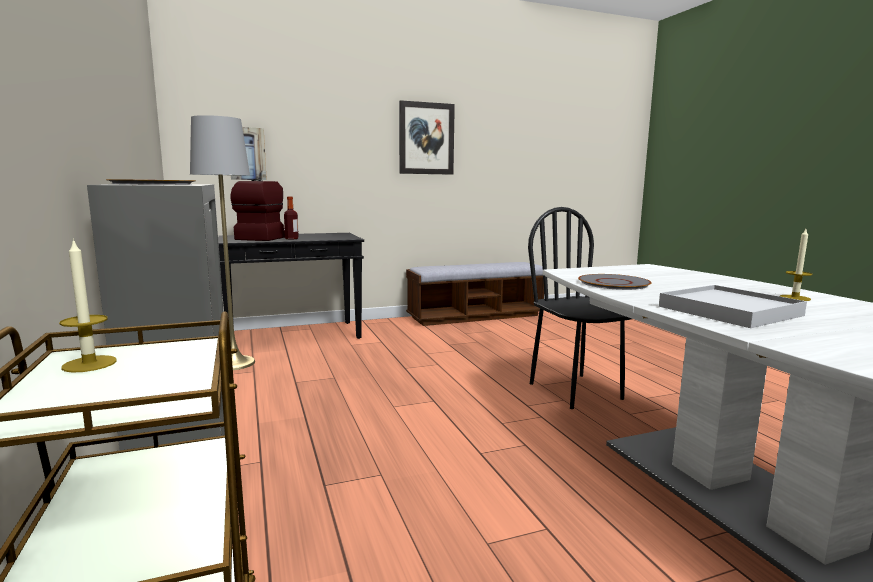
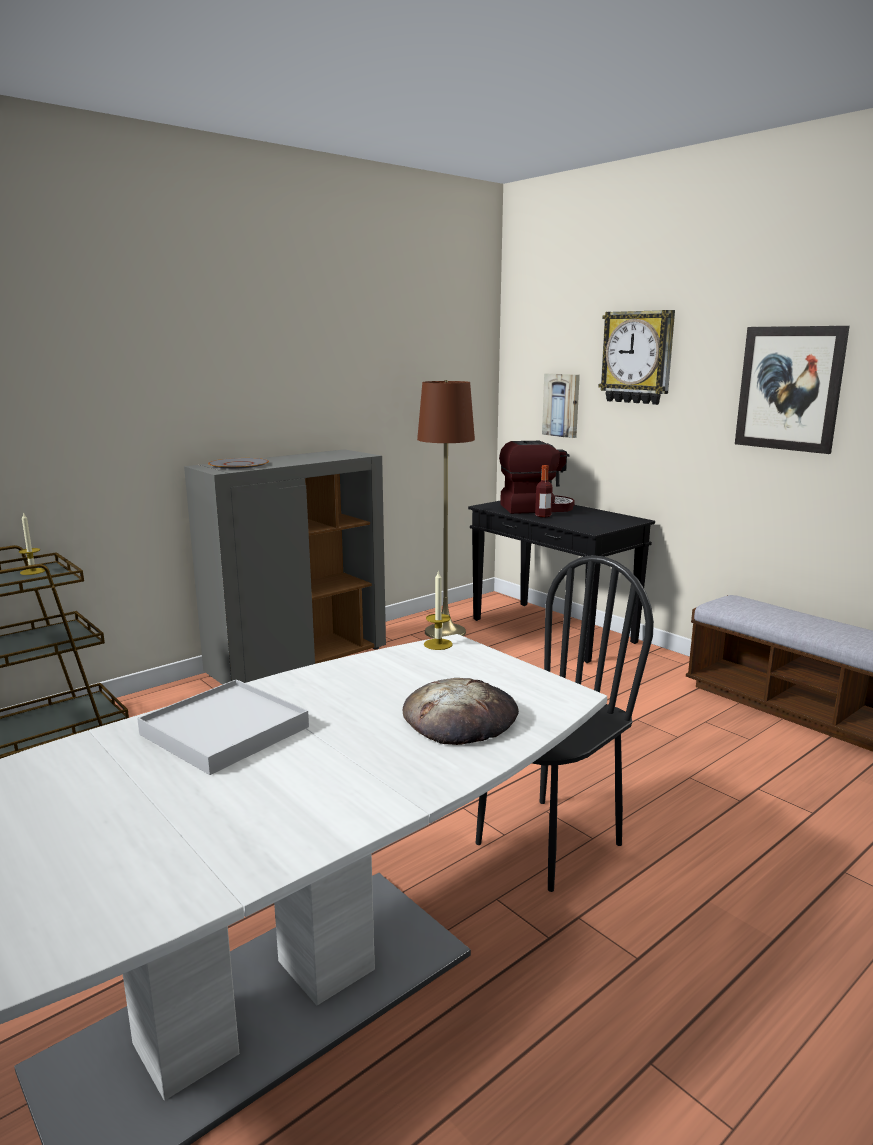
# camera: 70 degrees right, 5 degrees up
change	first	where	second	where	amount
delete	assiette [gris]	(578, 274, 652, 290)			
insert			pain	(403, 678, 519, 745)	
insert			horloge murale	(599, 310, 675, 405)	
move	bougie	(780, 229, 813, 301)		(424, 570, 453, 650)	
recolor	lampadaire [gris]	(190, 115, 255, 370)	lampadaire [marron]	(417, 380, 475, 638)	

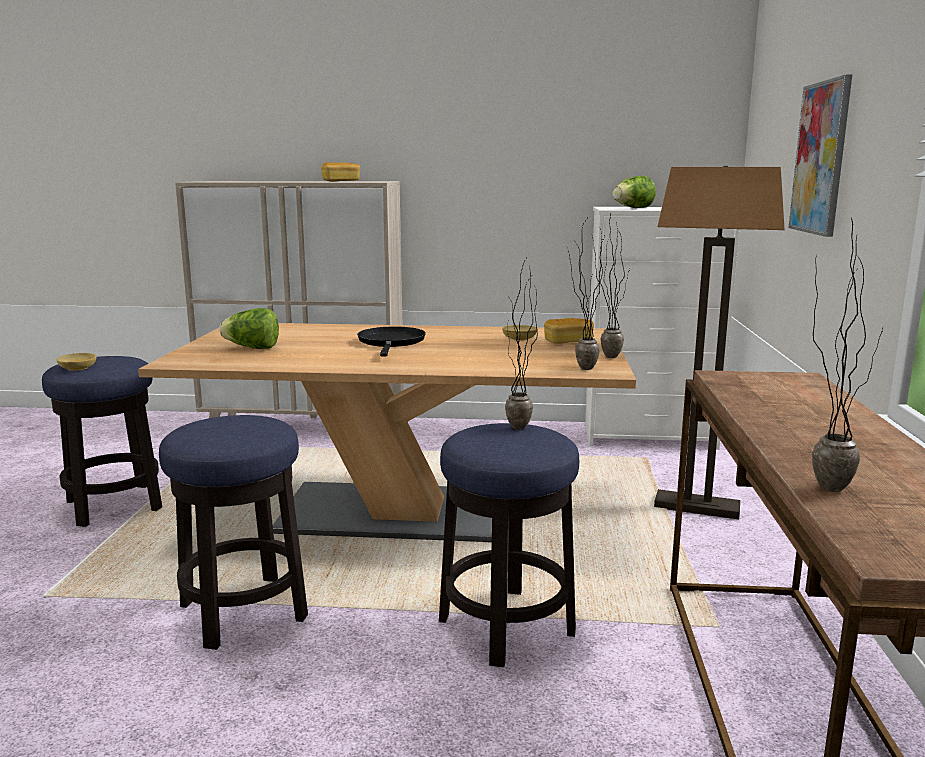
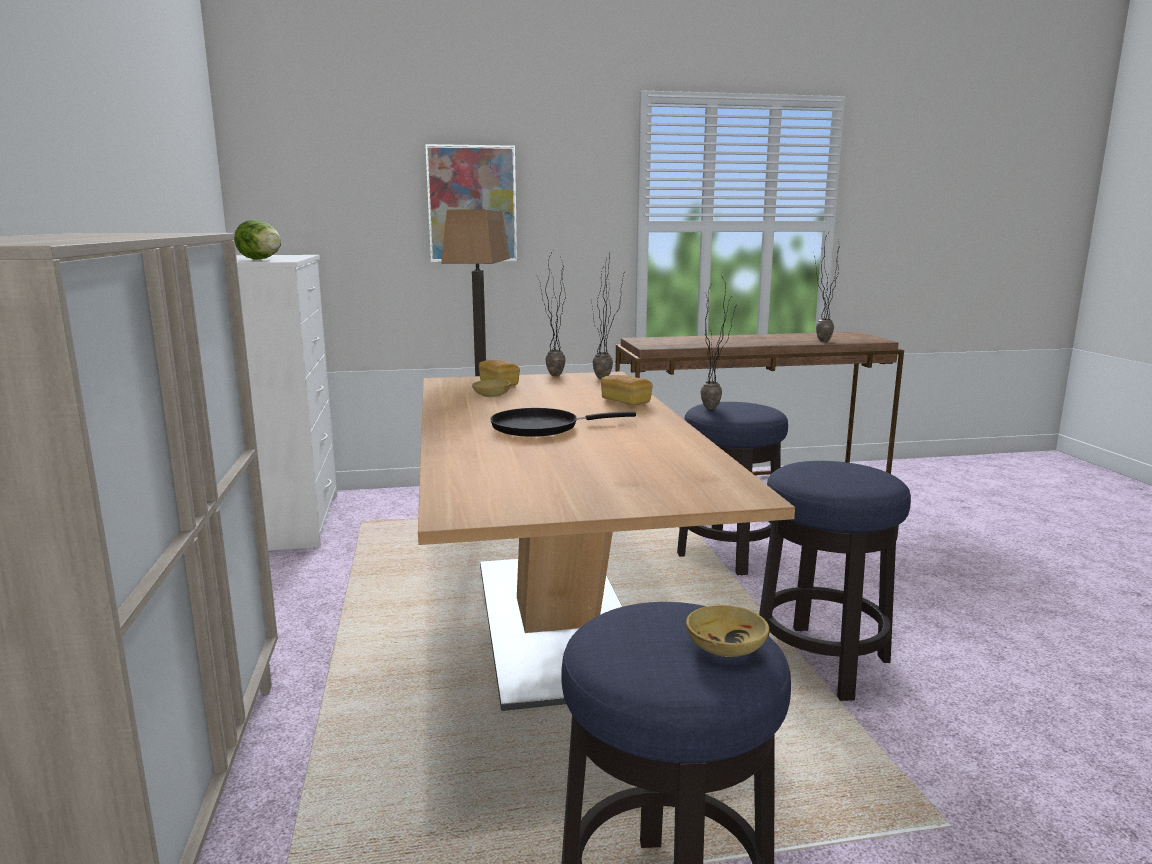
# camera: 105 degrees left, 0 degrees up
change	first	where	second	where	amount
delete	laitue	(219, 308, 279, 349)			
move	pain	(321, 162, 360, 182)		(601, 375, 653, 405)	

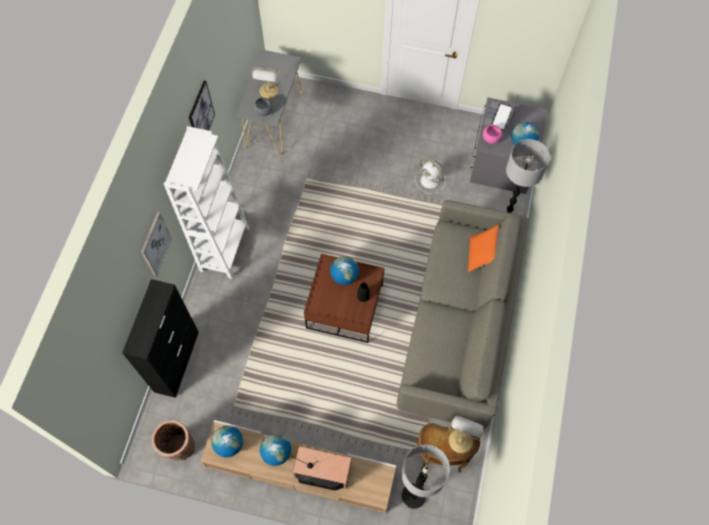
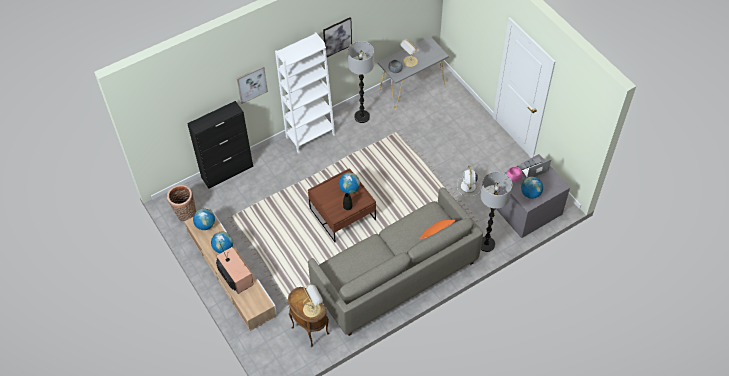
# camera: 45 degrees right, 10 degrees down
change	first	where	second	where	amount
move	lampadaire	(402, 445, 450, 509)		(348, 41, 374, 123)	

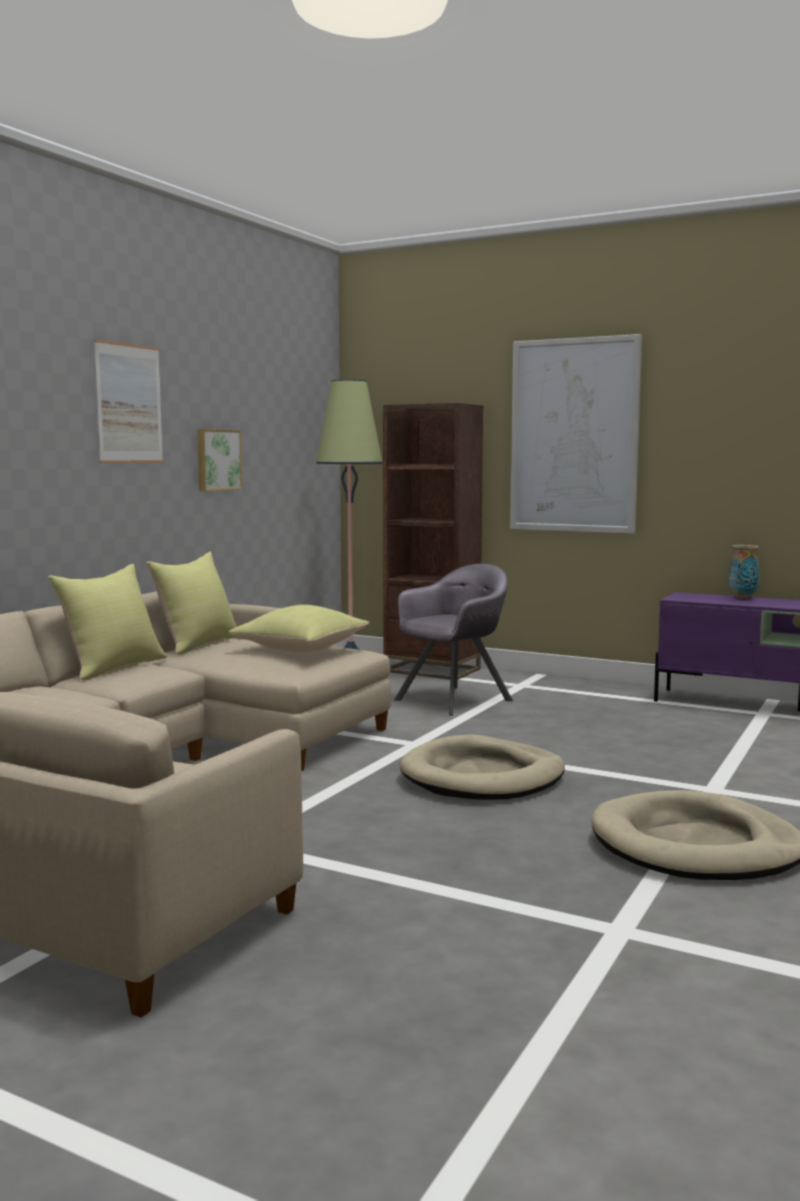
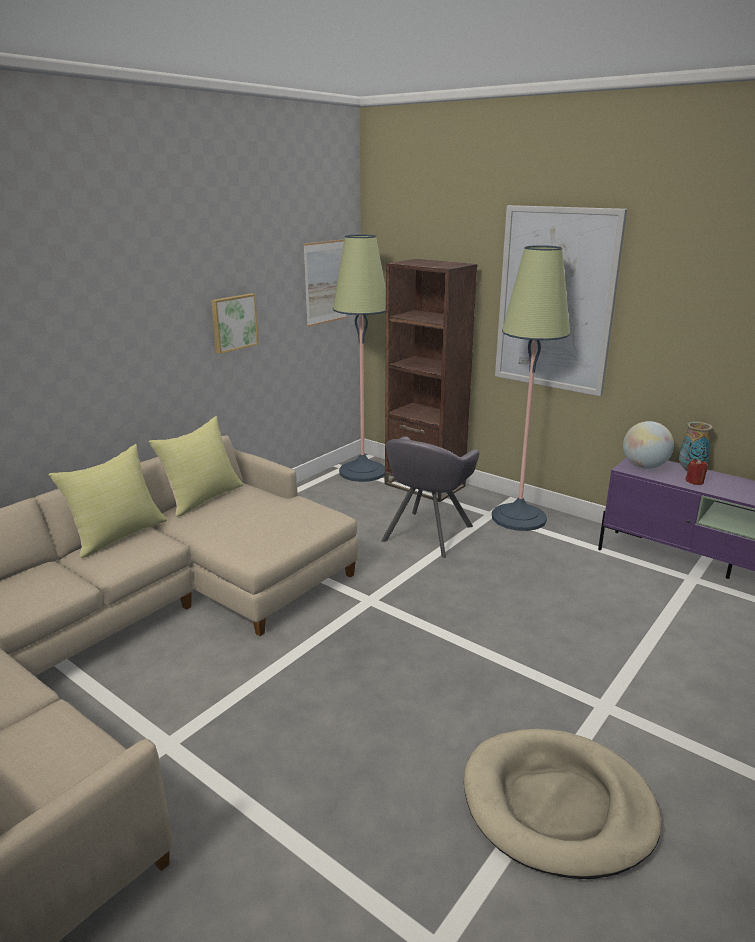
# camera: 10 degrees right, 15 degrees up
change	first	where	second	where	amount
delete	coussin [jaune]	(229, 605, 369, 652)			
delete	panier pour chien [beige]	(399, 735, 565, 800)			
insert			lampadaire	(492, 245, 570, 531)	
insert			globe	(623, 421, 674, 469)	
insert			bougie [rouge]	(686, 459, 708, 485)	
move	tableau	(94, 339, 163, 463)		(303, 239, 347, 327)	
rotate	fauteuil [gris]	(394, 564, 513, 716)		(381, 436, 479, 558)	150 degrees clockwise

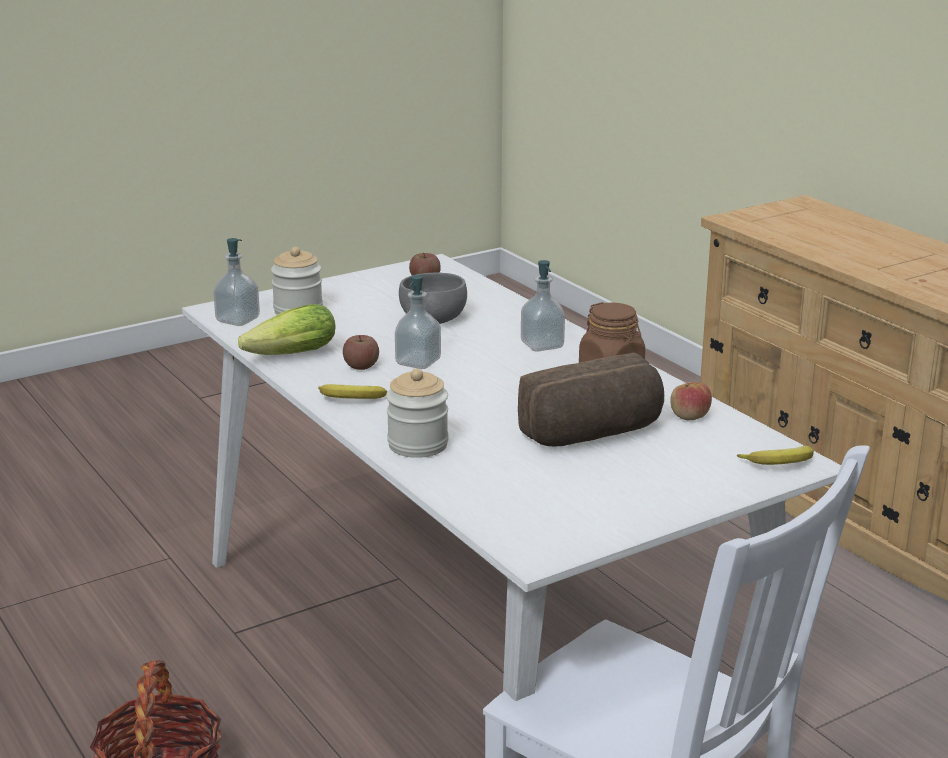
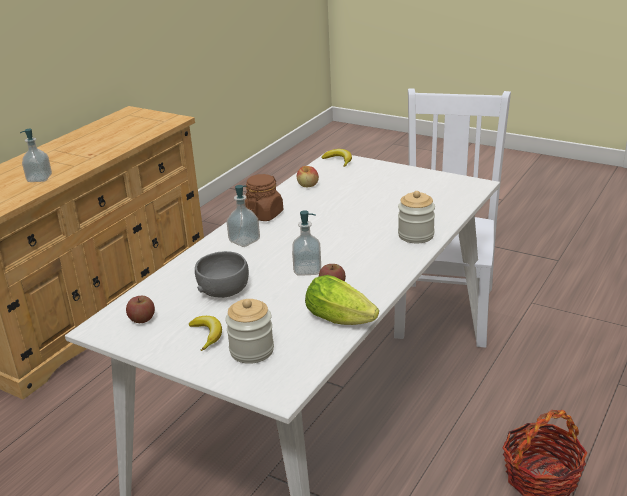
# camera: 115 degrees left, 5 degrees up
change	first	where	second	where	amount
delete	pain	(518, 353, 664, 447)			
move	distributeur de savon	(213, 238, 260, 326)		(20, 129, 52, 182)	
move	banane	(318, 384, 387, 399)		(188, 316, 222, 351)	

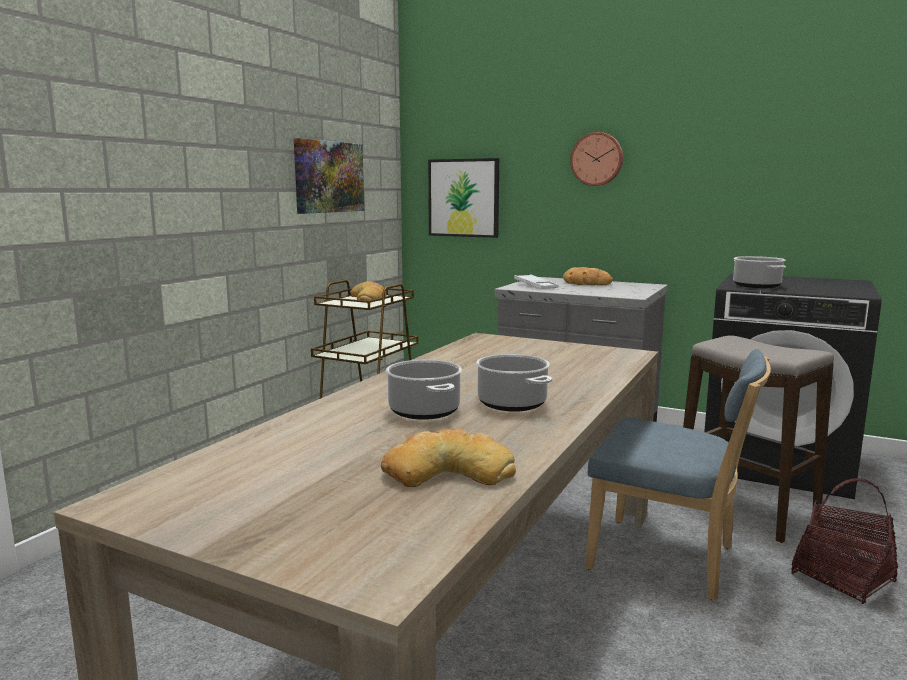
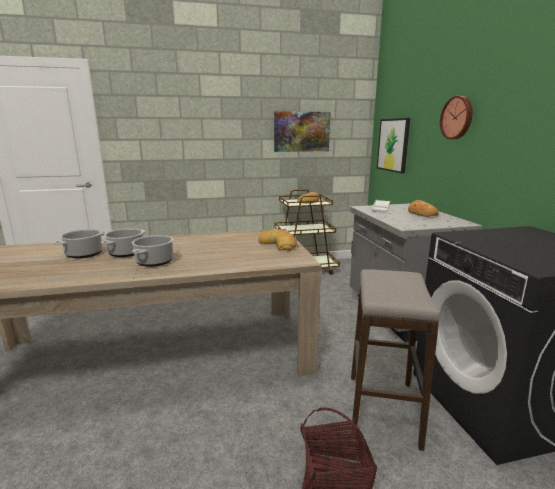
# camera: 50 degrees right, 5 degrees up
change	first	where	second	where	amount
delete	chaise [bleu]	(585, 349, 771, 601)			
move	pain	(381, 429, 516, 487)		(258, 229, 297, 251)	
move	marmite	(733, 256, 786, 288)		(53, 229, 107, 258)	

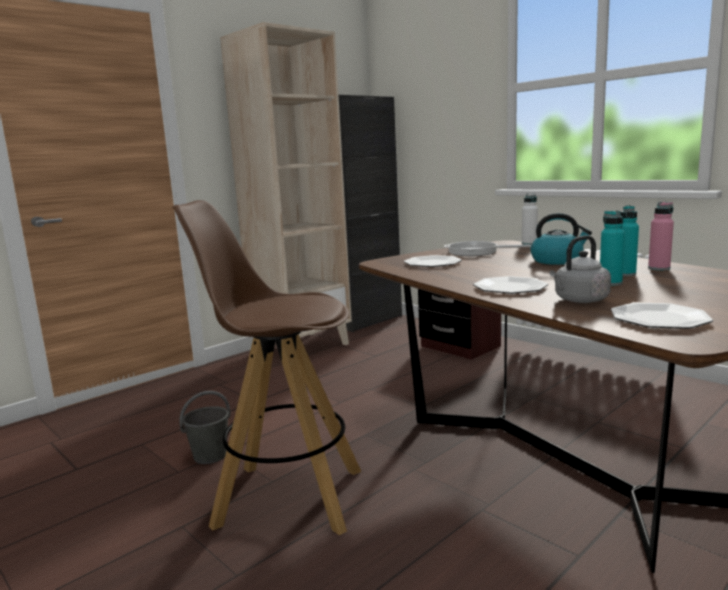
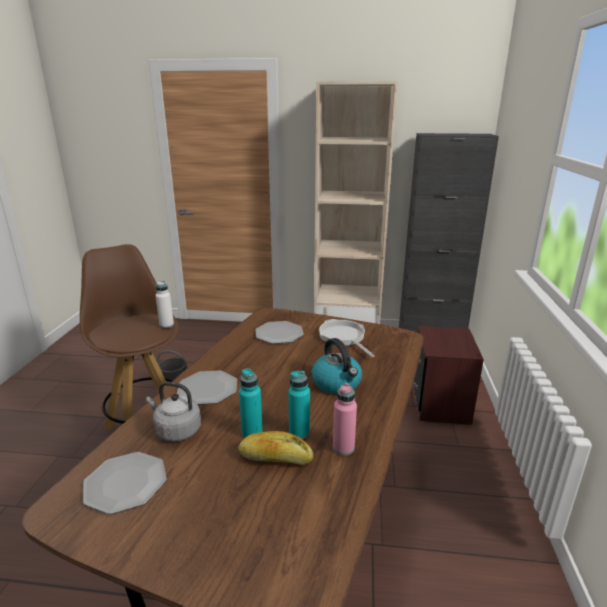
# camera: 50 degrees right, 10 degrees up
change	first	where	second	where	amount
insert			pain	(238, 431, 313, 465)	
move	bouteille [blanc]	(522, 193, 538, 245)		(155, 281, 174, 328)	

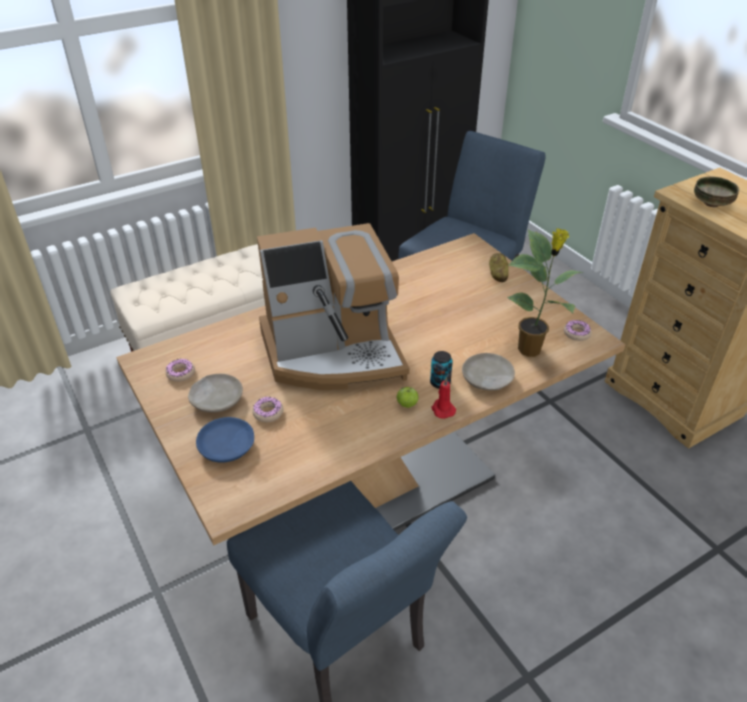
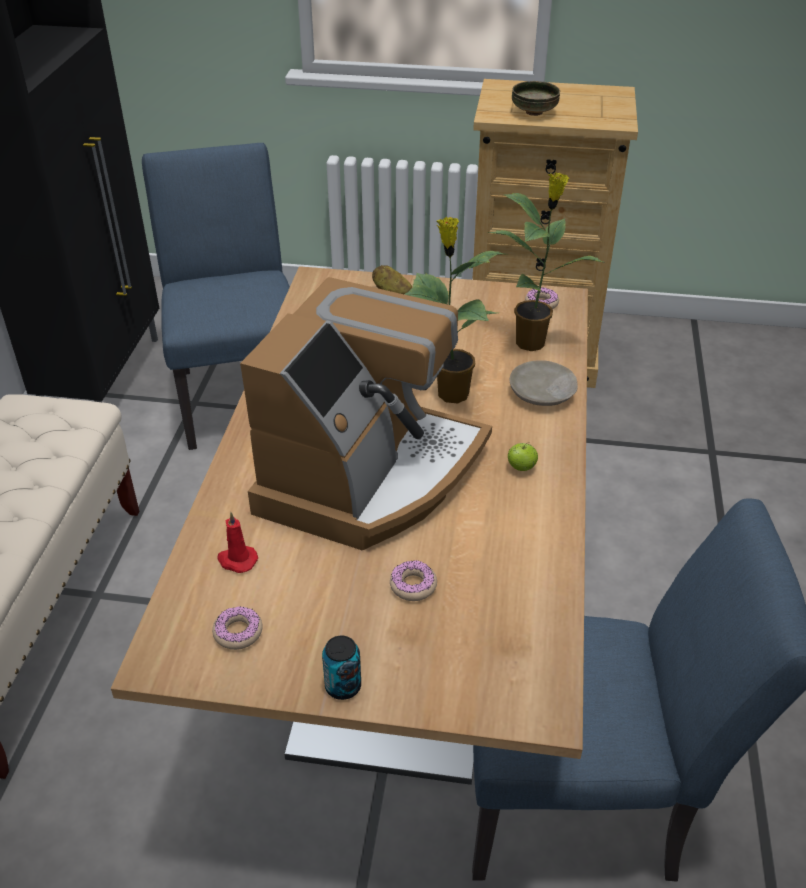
# camera: 50 degrees left, 0 degrees up
change	first	where	second	where	amount
delete	assiette [beige]	(188, 374, 243, 412)			
delete	assiette [bleu]	(196, 417, 254, 463)			
insert			plante en pot	(404, 217, 508, 403)	
move	boîte métallique	(430, 351, 453, 389)		(322, 635, 361, 700)	
move	bougie [rouge]	(431, 377, 456, 419)		(217, 512, 258, 573)	

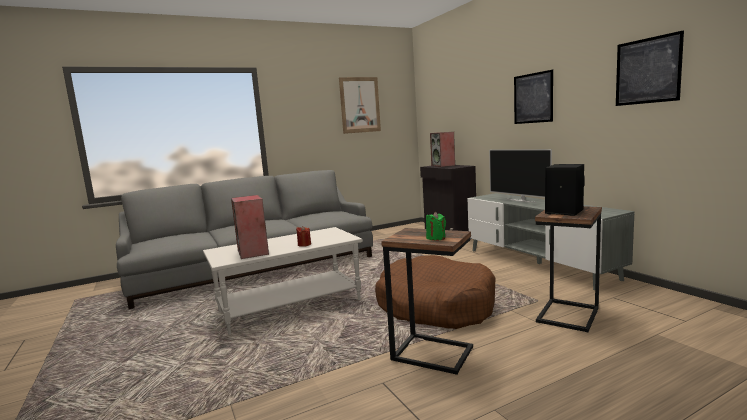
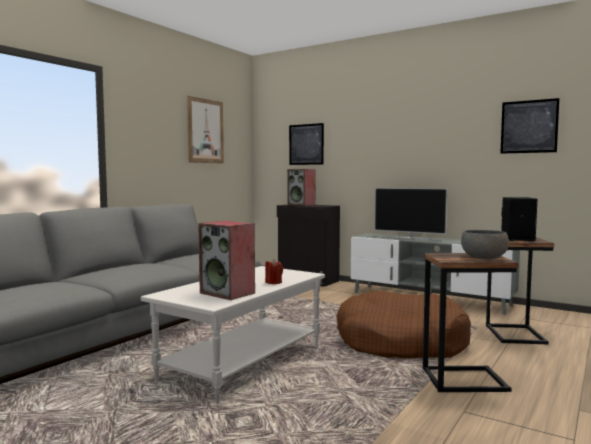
# camera: 30 degrees left, 5 degrees down
change	first	where	second	where	amount
move	tableau	(514, 70, 553, 124)		(289, 123, 324, 165)	
replace	bougie [vert]	(426, 212, 446, 240)	bol [gris]	(461, 230, 509, 259)	

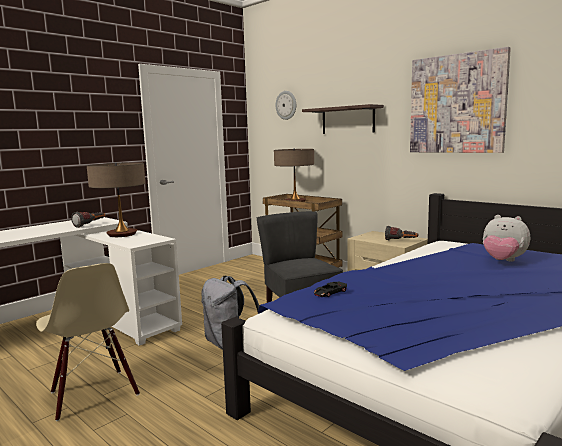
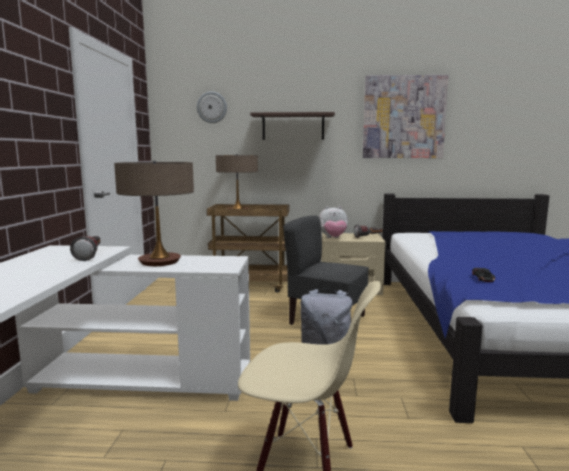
# camera: 40 degrees left, 0 degrees up
change	first	where	second	where	amount
move	peluche	(483, 215, 530, 261)		(319, 206, 348, 238)	

